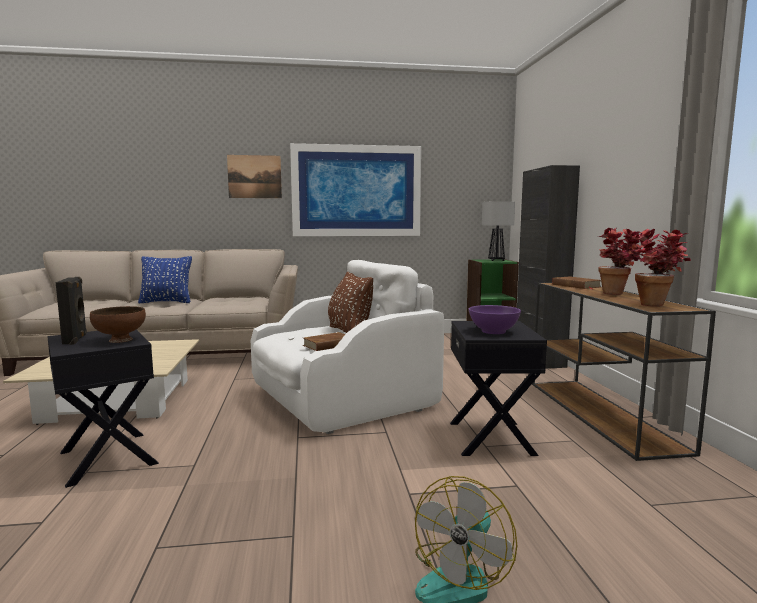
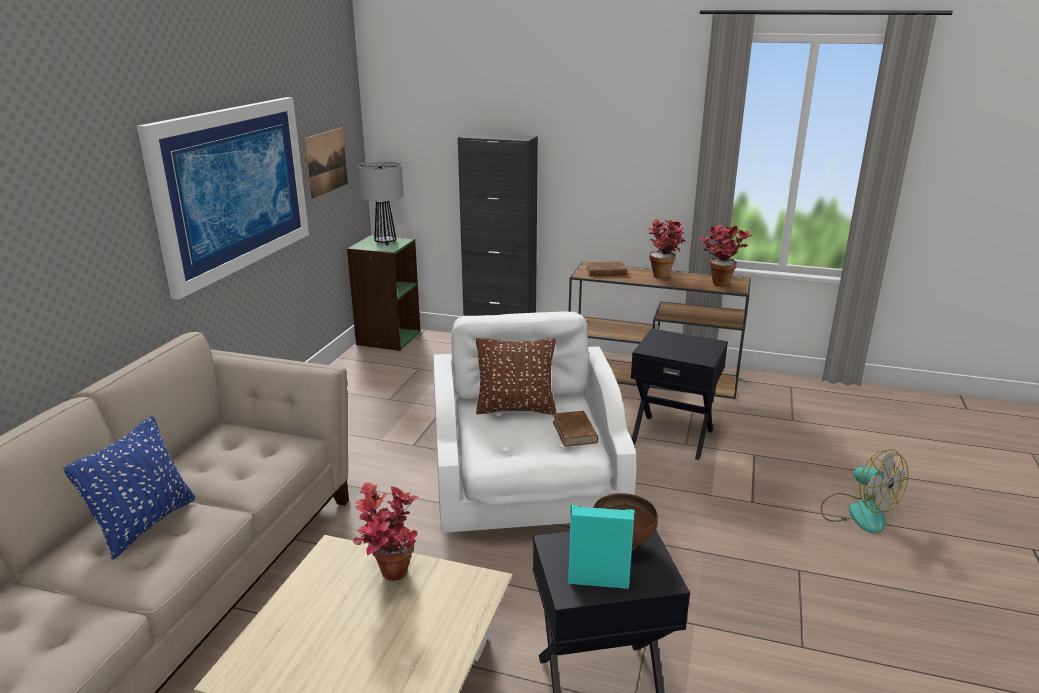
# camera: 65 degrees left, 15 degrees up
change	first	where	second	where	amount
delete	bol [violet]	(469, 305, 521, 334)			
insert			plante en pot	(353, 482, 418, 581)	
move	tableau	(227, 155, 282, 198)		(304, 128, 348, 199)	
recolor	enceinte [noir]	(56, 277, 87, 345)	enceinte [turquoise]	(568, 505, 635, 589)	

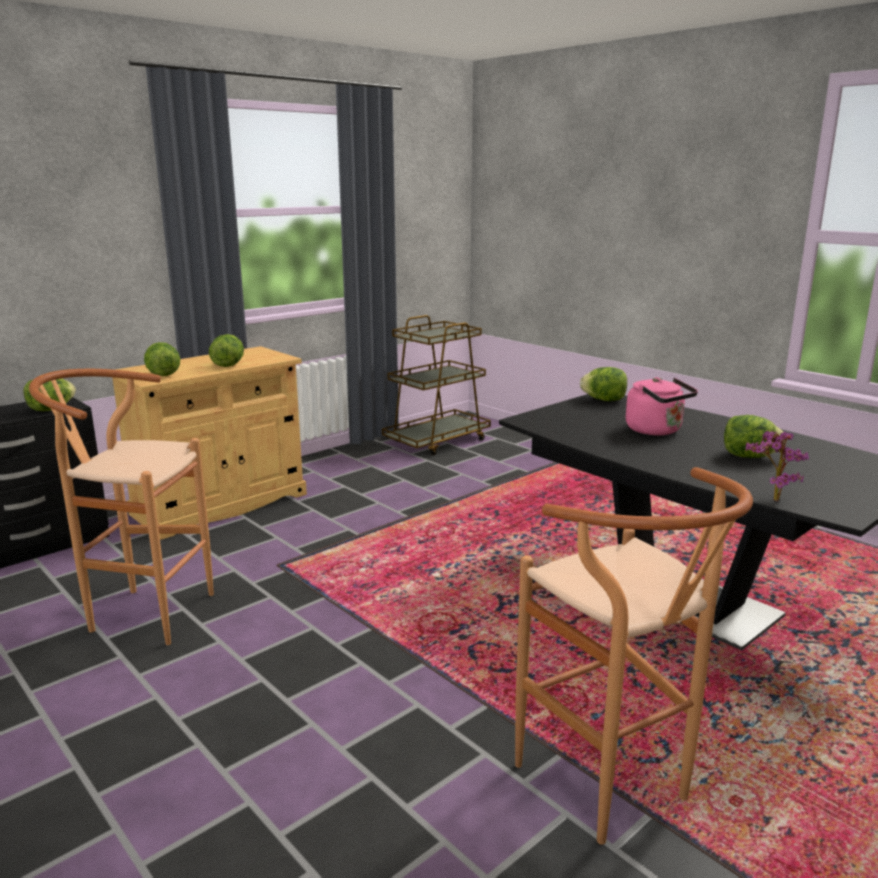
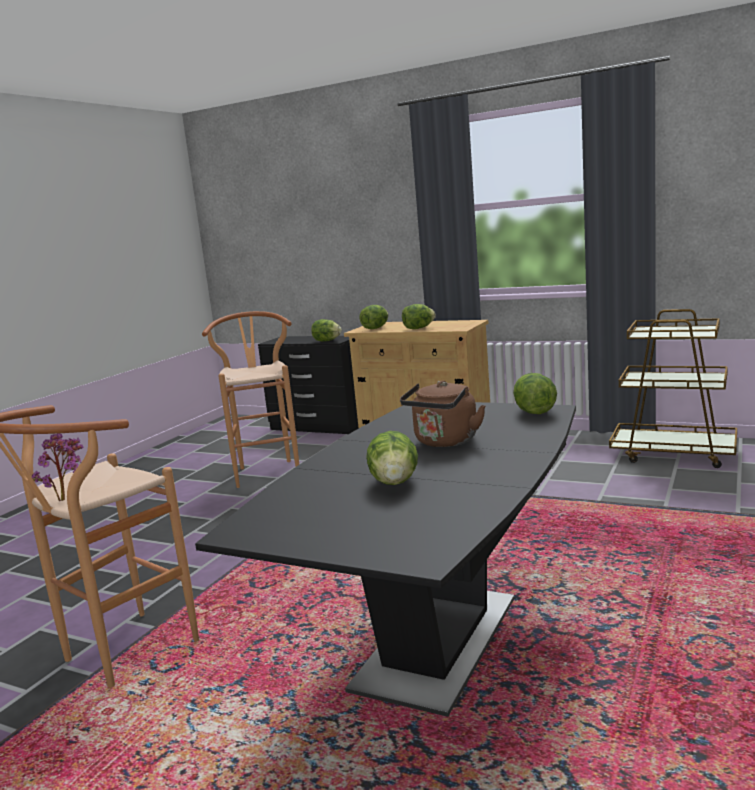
# camera: 70 degrees right, 5 degrees down
change	first	where	second	where	amount
move	plante en pot	(746, 430, 809, 501)		(32, 433, 84, 501)	
recolor	bouilloire [rose]	(626, 377, 698, 435)	bouilloire [marron]	(400, 381, 485, 447)	

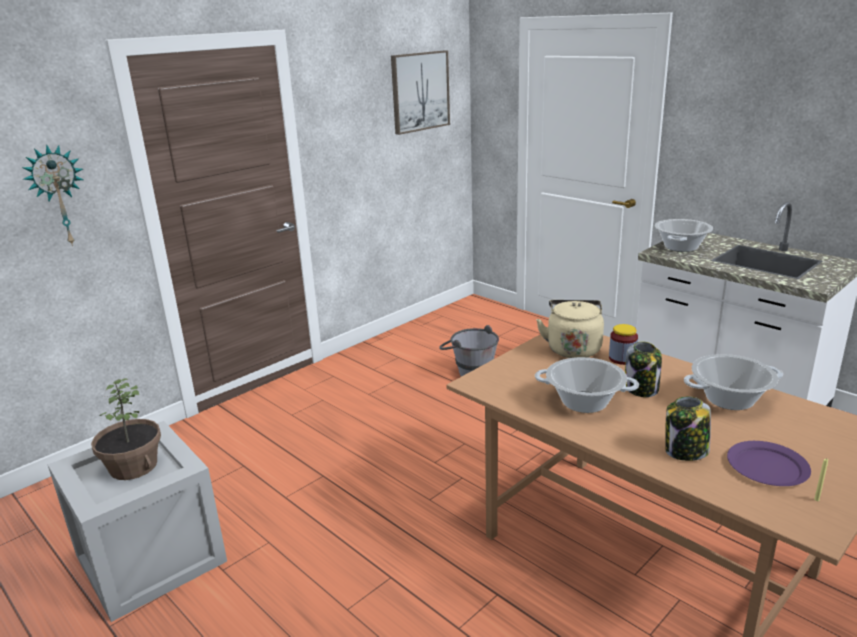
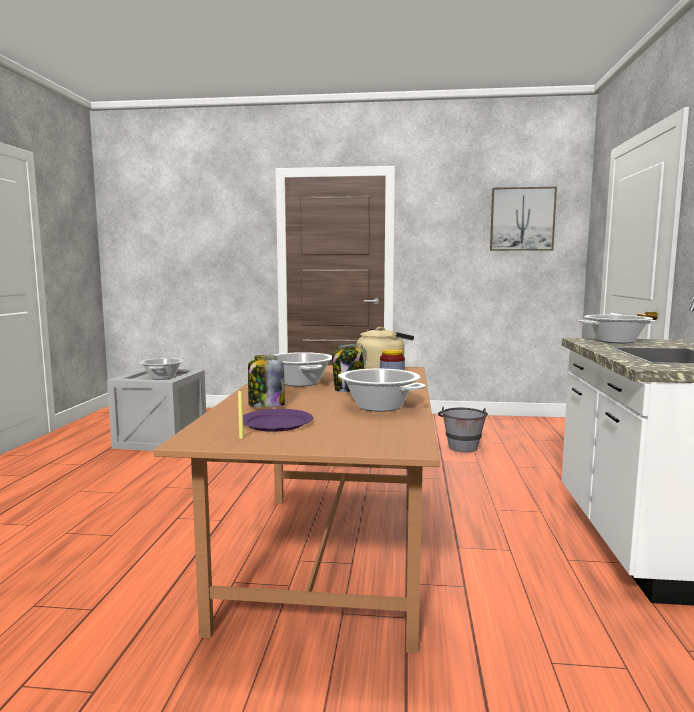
# camera: 50 degrees right, 15 degrees down
change	first	where	second	where	amount
delete	horloge murale	(22, 144, 83, 246)			
replace	plante en pot	(91, 379, 161, 480)	marmite	(139, 358, 184, 380)	

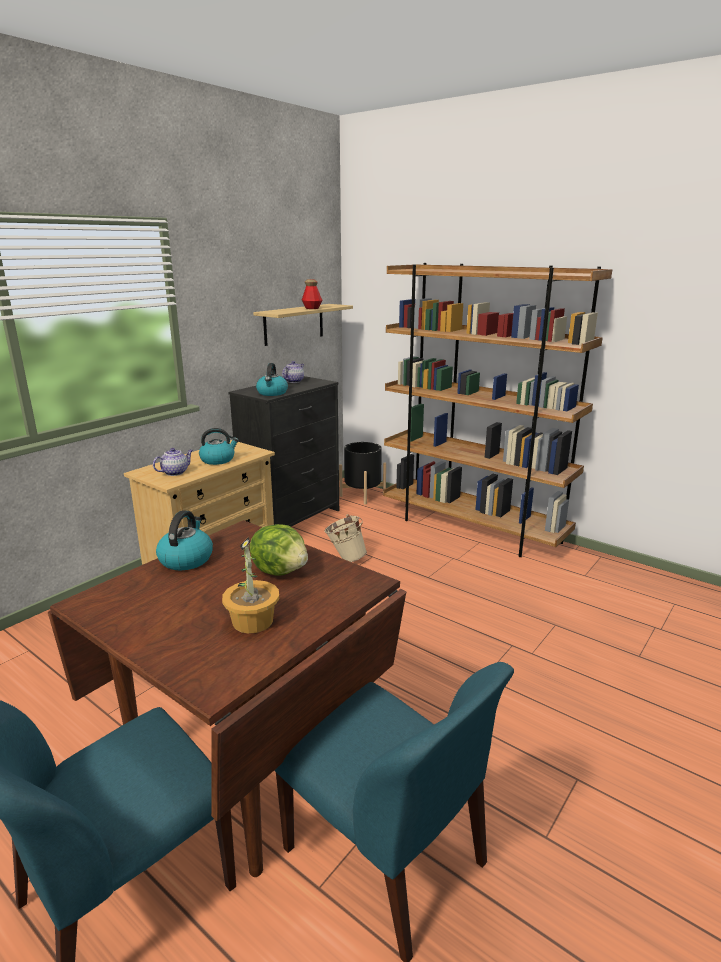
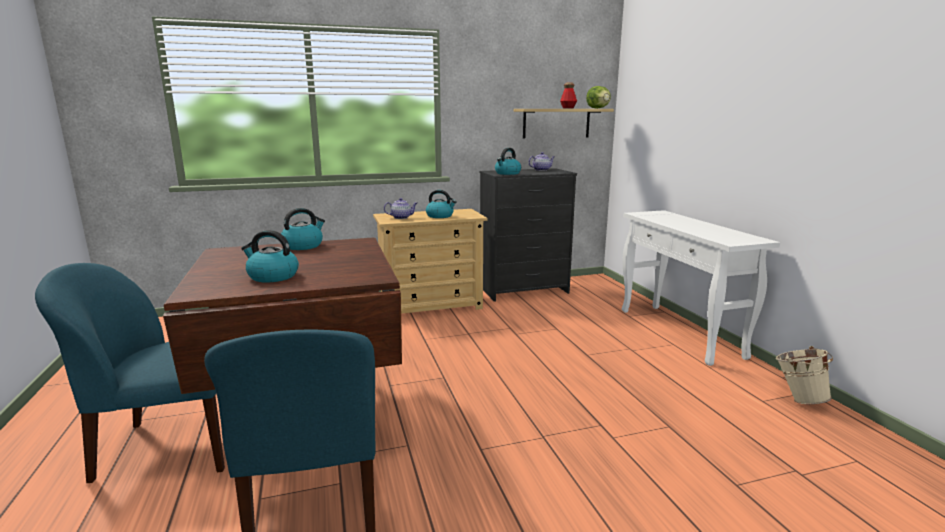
# camera: 35 degrees right, 5 degrees down
change	first	where	second	where	amount
delete	cache-pot [noir]	(339, 442, 386, 505)			
move	laitue	(250, 524, 308, 576)		(586, 86, 611, 109)	
move	seau [beige]	(325, 514, 367, 562)		(776, 346, 833, 404)	
replace	plante en pot	(222, 537, 279, 634)	bouilloire	(241, 230, 299, 283)	
replace	bibliothèque [marron]	(383, 263, 612, 557)	table console [blanc]	(622, 210, 780, 366)	

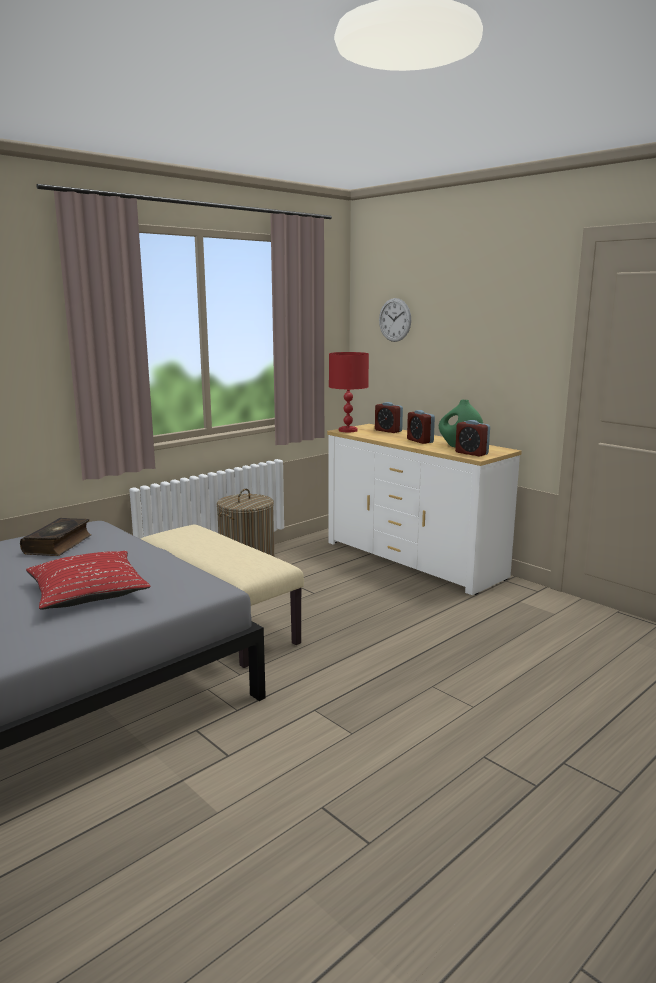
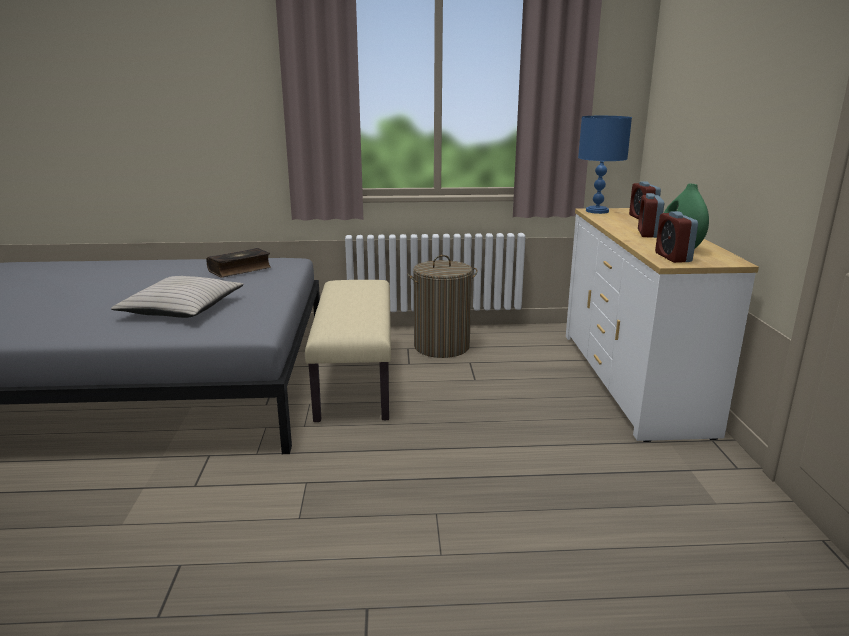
# camera: 40 degrees right, 5 degrees up
change	first	where	second	where	amount
delete	horloge murale	(379, 298, 411, 342)			
recolor	coussin [rouge]	(26, 551, 151, 610)	coussin [beige]	(111, 276, 244, 318)	
recolor	lampe de table [rouge]	(329, 352, 369, 432)	lampe de table [bleu]	(578, 116, 632, 214)	

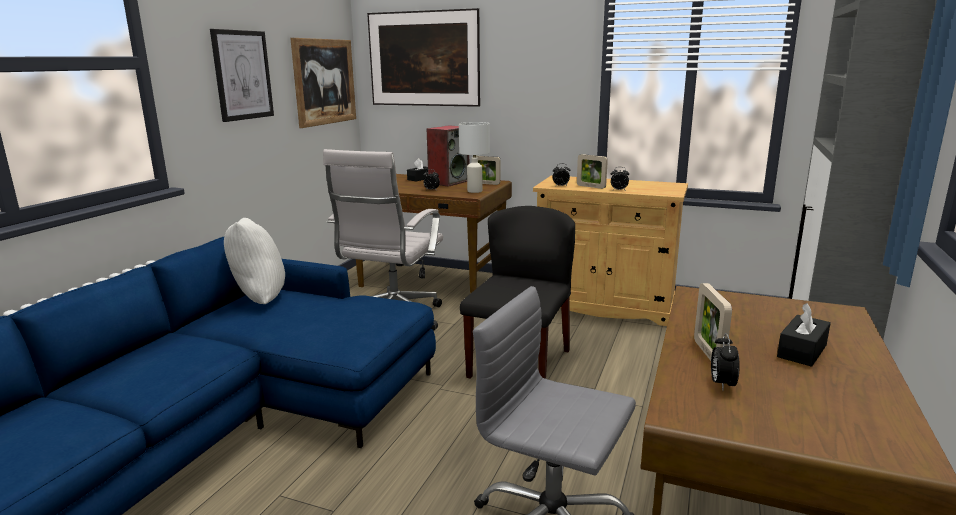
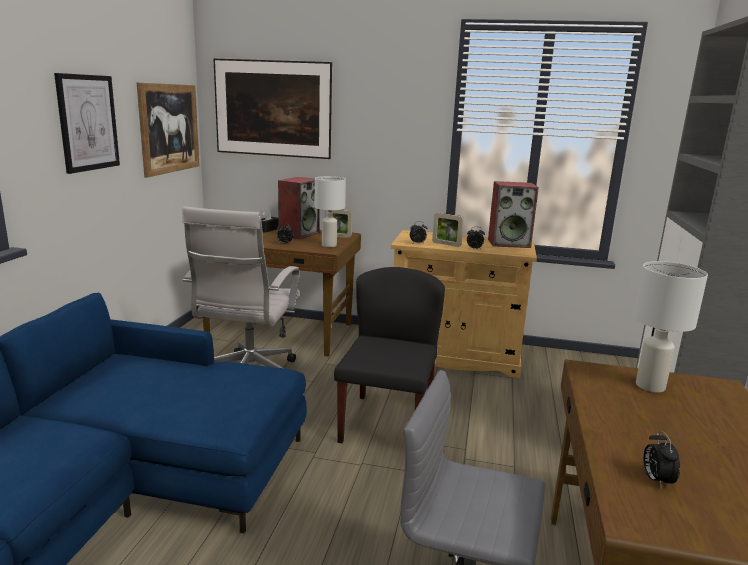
# camera: 10 degrees left, 0 degrees up
change	first	where	second	where	amount
delete	coussin [blanc]	(224, 218, 285, 304)			
delete	cadre photo	(694, 283, 732, 361)			
delete	boîte à mouchoirs [noir]	(777, 303, 831, 367)			
insert			enceinte	(488, 181, 539, 248)	
insert			lampe de table [blanc]	(633, 261, 708, 393)	

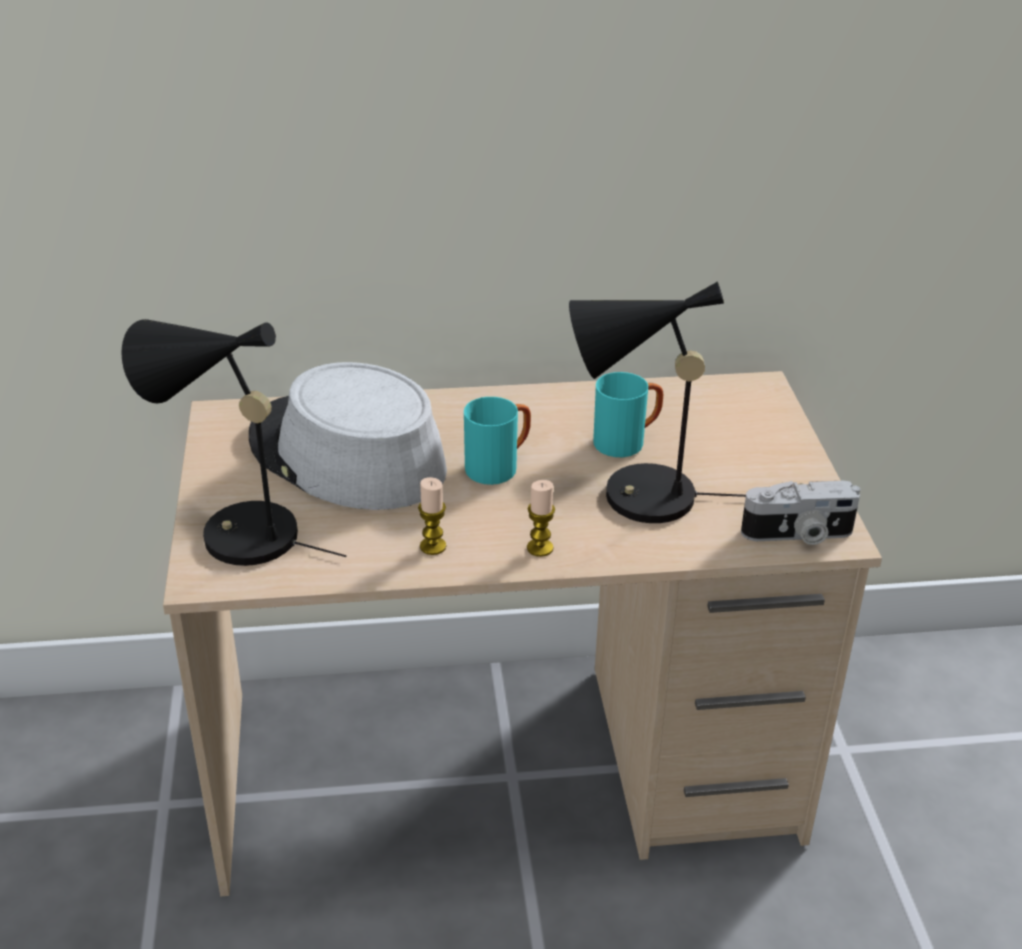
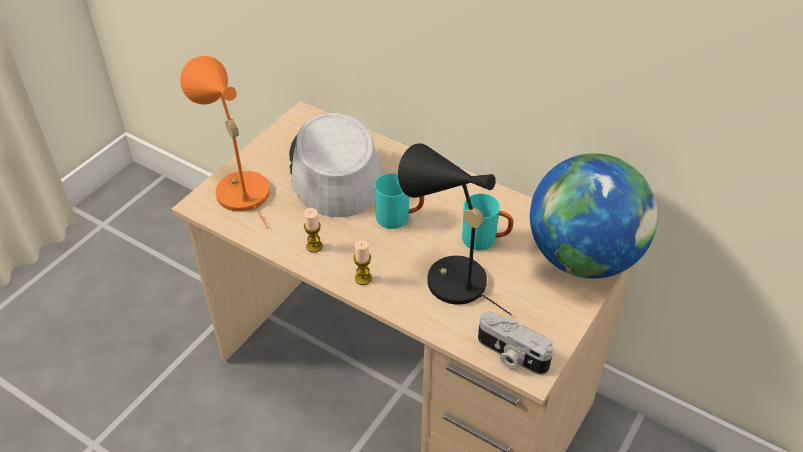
# camera: 40 degrees right, 10 degrees up
change	first	where	second	where	amount
insert			globe	(530, 153, 658, 279)	
recolor	lampe de table [noir]	(121, 319, 346, 566)	lampe de table [orange]	(180, 56, 270, 229)	

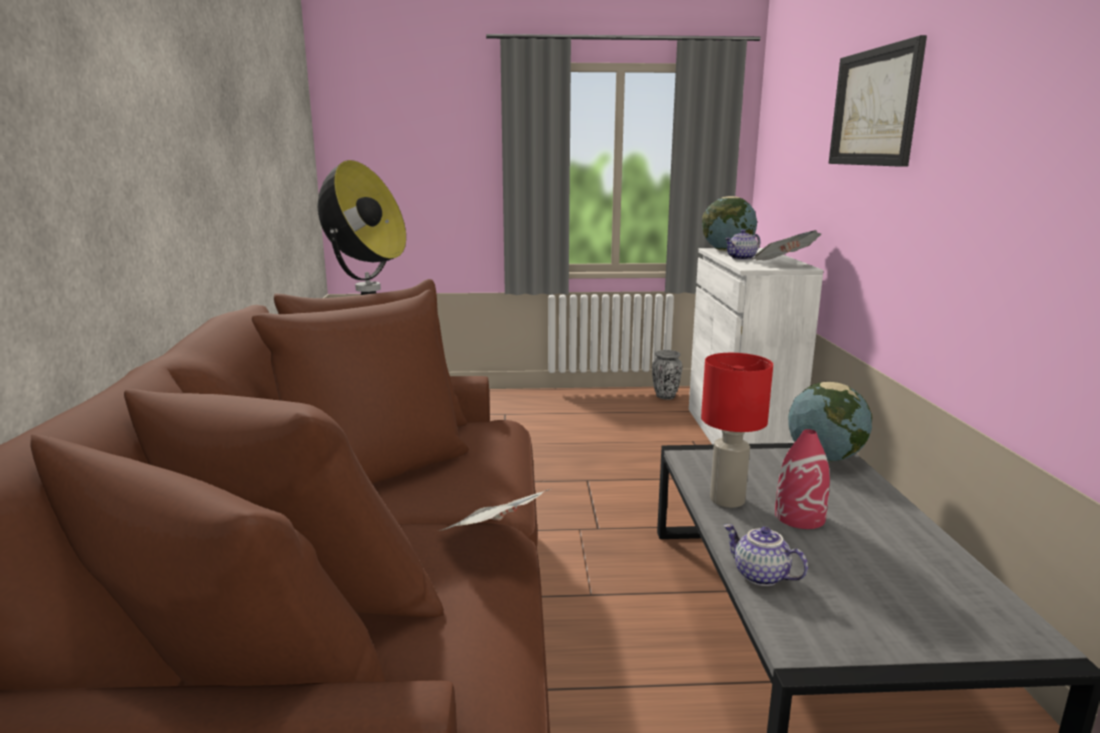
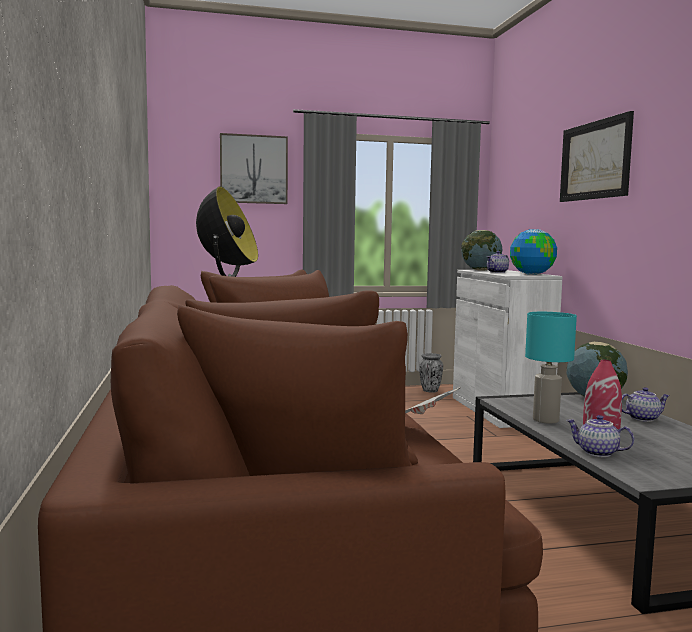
# camera: 10 degrees left, 10 degrees down
change	first	where	second	where	amount
insert			tableau	(220, 133, 288, 204)	
insert			théière	(622, 387, 670, 422)	
replace	journal	(751, 230, 821, 260)	globe	(510, 229, 557, 275)	
recolor	lampe de table [rouge]	(701, 353, 773, 508)	lampe de table [turquoise]	(525, 312, 577, 424)	

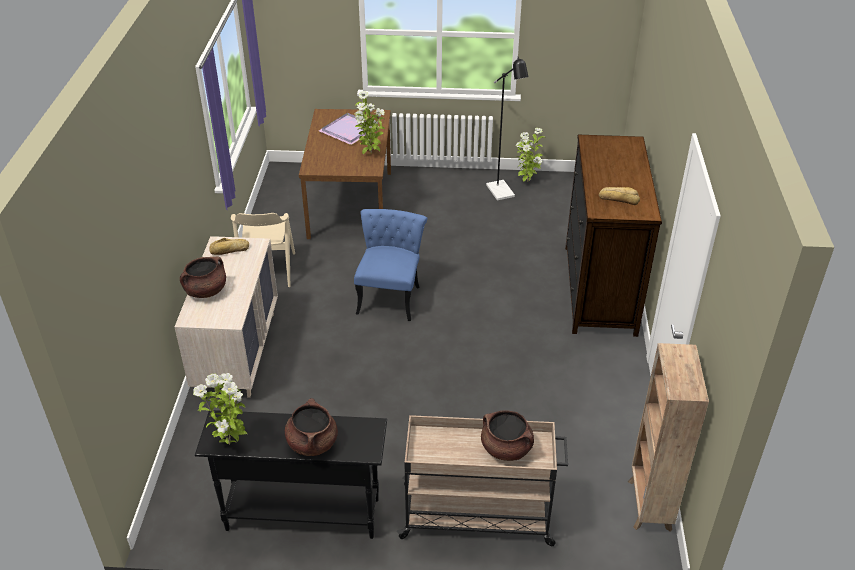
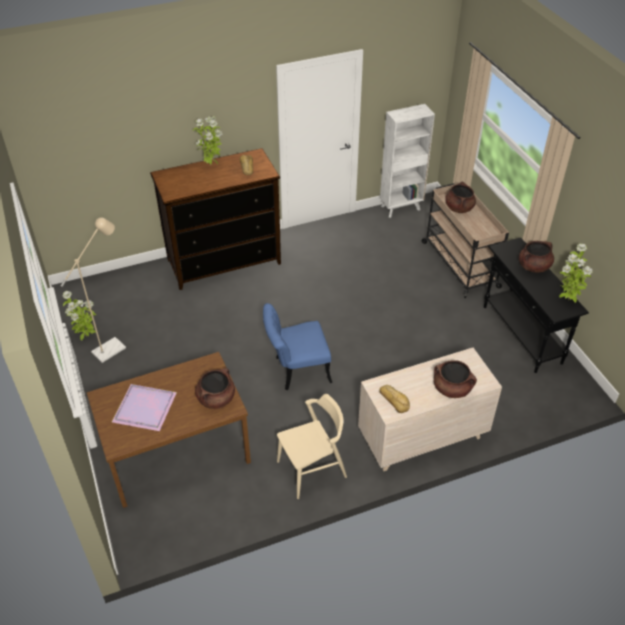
# camera: 115 degrees left, 5 degrees up
change	first	where	second	where	amount
insert			marmite [marron]	(195, 368, 235, 409)	
move	plante en pot	(355, 91, 385, 154)		(193, 116, 222, 165)	
recolor	lampadaire [noir]	(486, 57, 528, 200)	lampadaire [beige]	(61, 217, 126, 363)	
recolor	bibliothèque [marron]	(628, 343, 709, 531)	bibliothèque [blanc]	(380, 104, 435, 218)	

